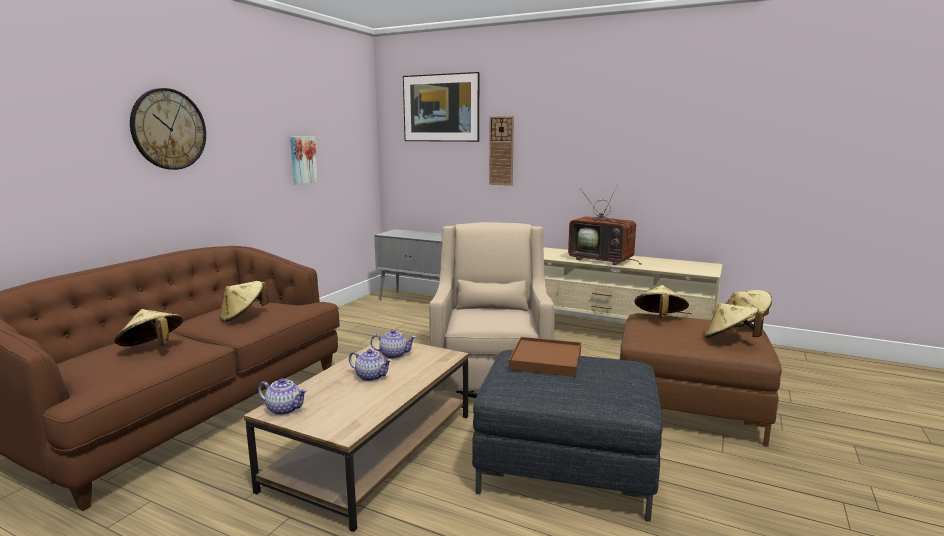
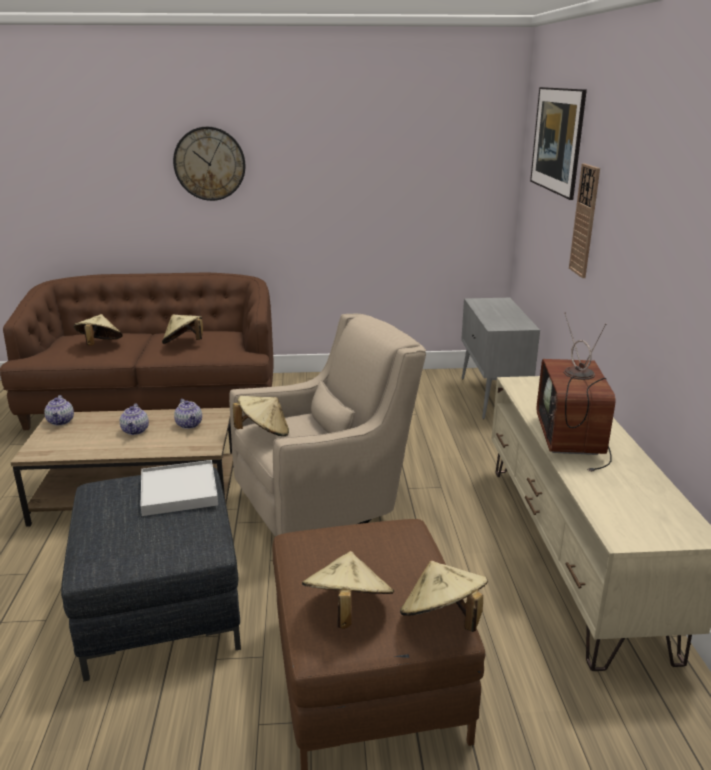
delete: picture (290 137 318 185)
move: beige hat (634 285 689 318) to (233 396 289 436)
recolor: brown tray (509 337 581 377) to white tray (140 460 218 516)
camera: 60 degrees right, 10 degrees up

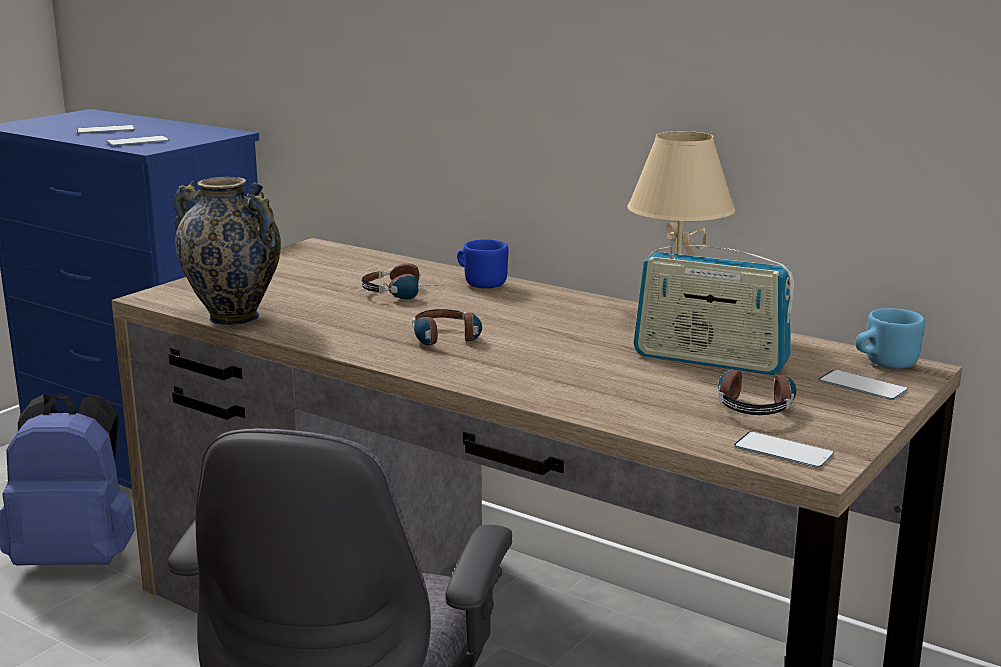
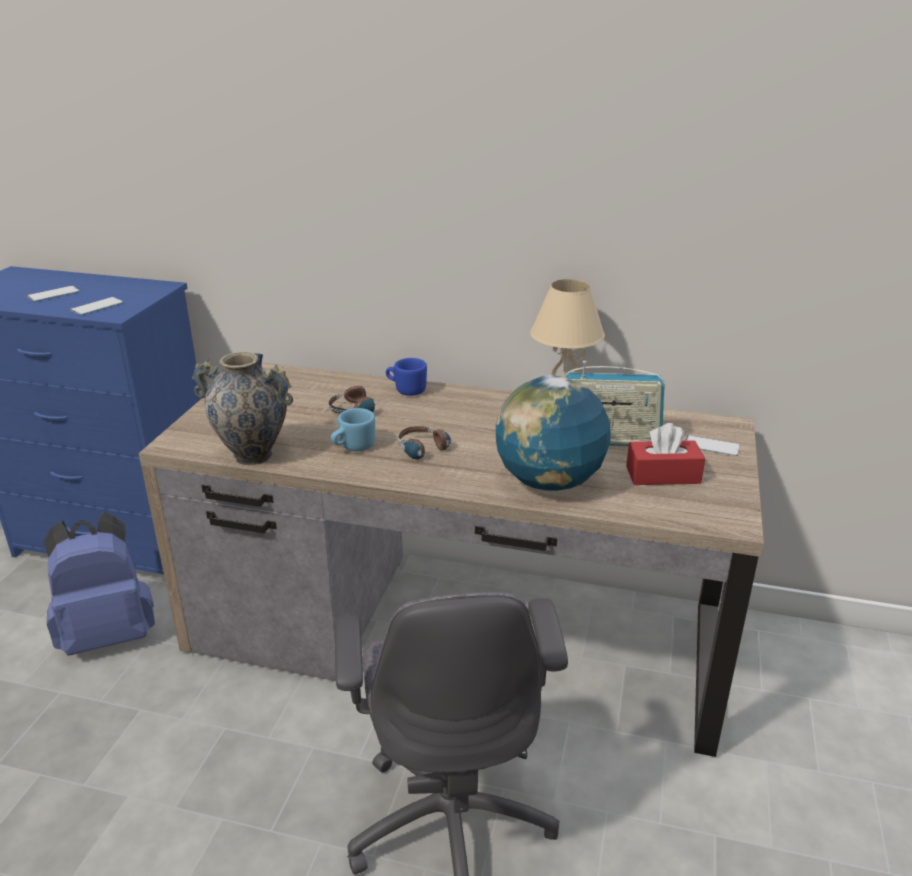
delete: phone (734 431 835 468)
insert: globe (495 375 611 491)
move: blue mug (855 308 925 369) to (331 408 375 451)
replace: headphones (718 369 796 415) to red tissue box (626 423 705 485)
camera: 20 degrees left, 10 degrees up

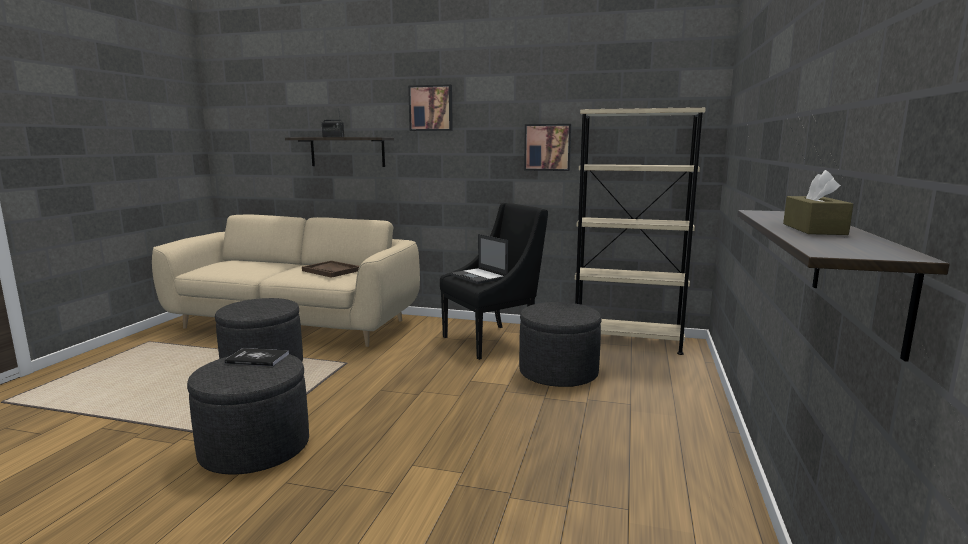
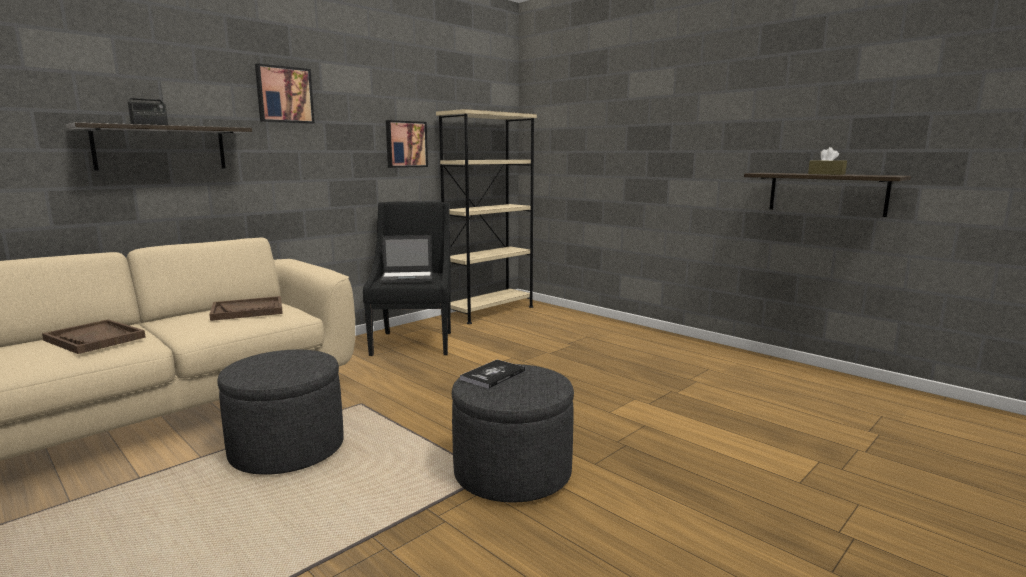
delete: grey ottoman (519 302 601 387)
insert: brown tray (42 319 146 354)
camera: 60 degrees left, 0 degrees up

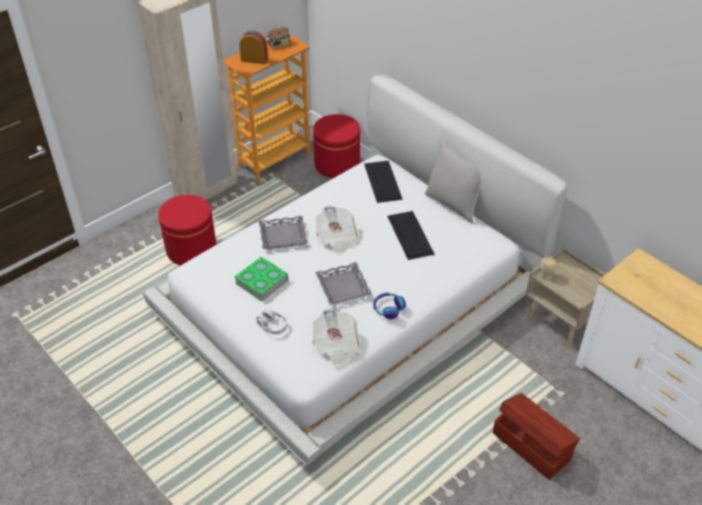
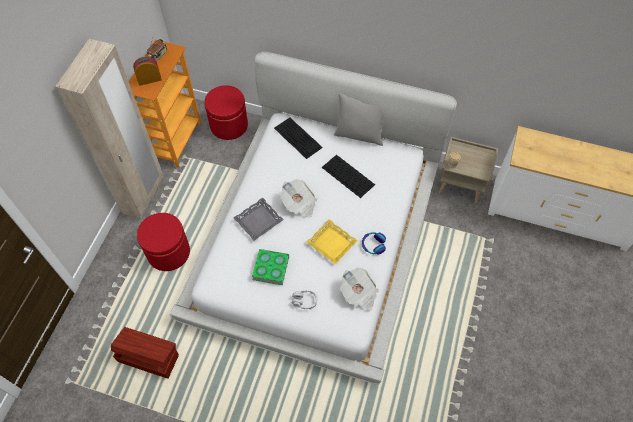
move: brown storage box (493 393 580 480) to (111 327 179 379)
recolor: grey tray (315 262 372 305) to yellow tray (307 219 358 265)
camera: 30 degrees left, 15 degrees up

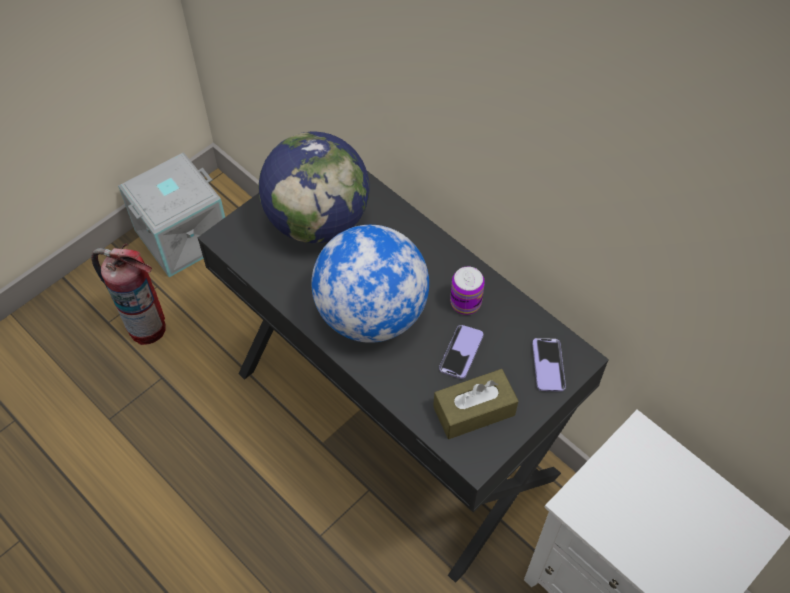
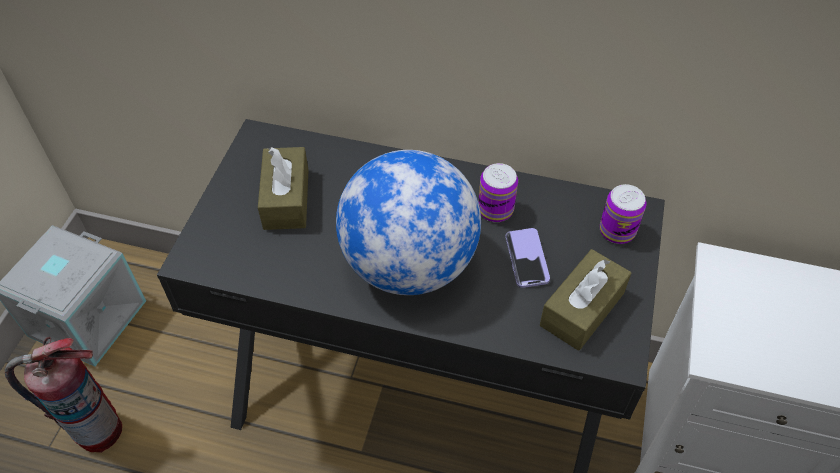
replace: globe (258 132 370 243) to brown tissue box (258 147 308 230); phone (532 338 566 392) to can (600 184 646 244)
camera: 30 degrees left, 5 degrees down

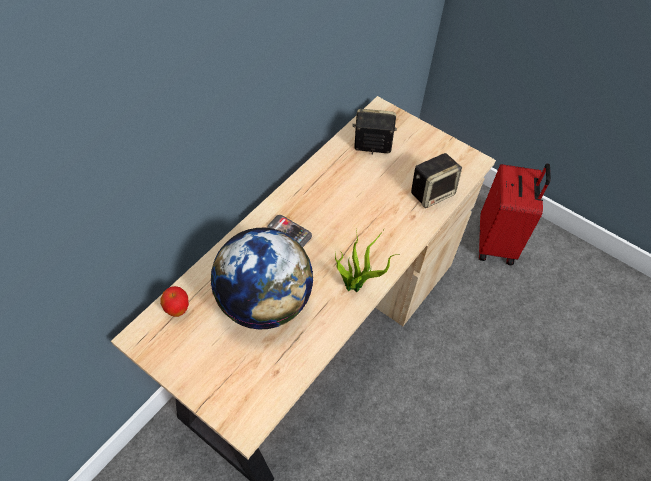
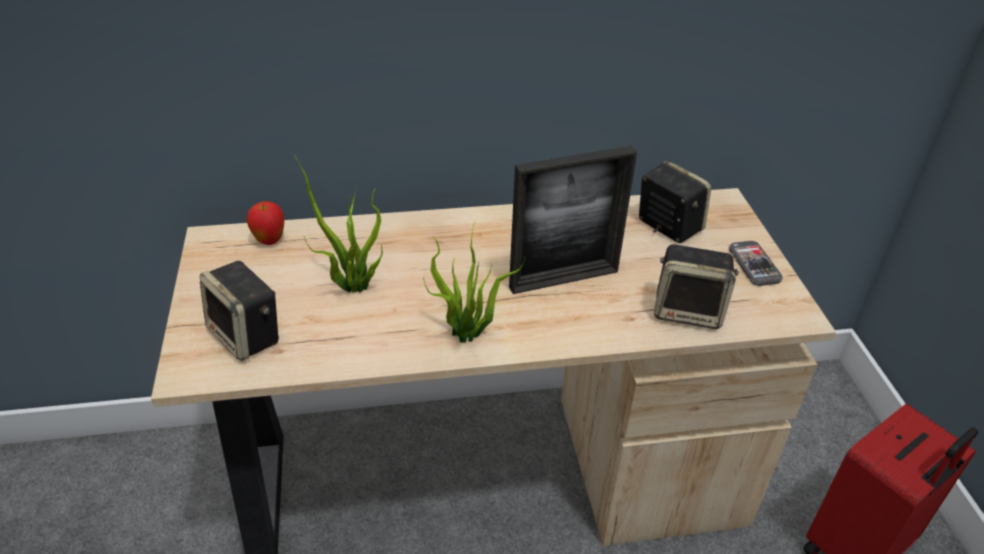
insert: speaker (200 261 279 361); picture frame (509 146 637 294)
move: phone (268 215 312 247) to (729 241 783 286)
replace: globe (211 228 314 329) to potted plant (294 154 383 293)
camera: 45 degrees right, 15 degrees down

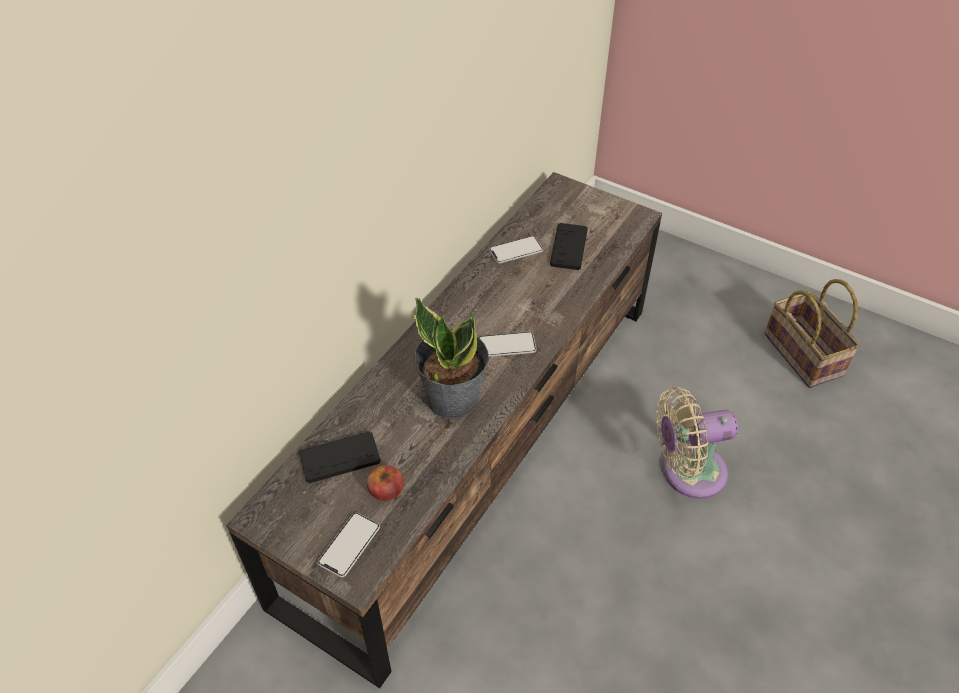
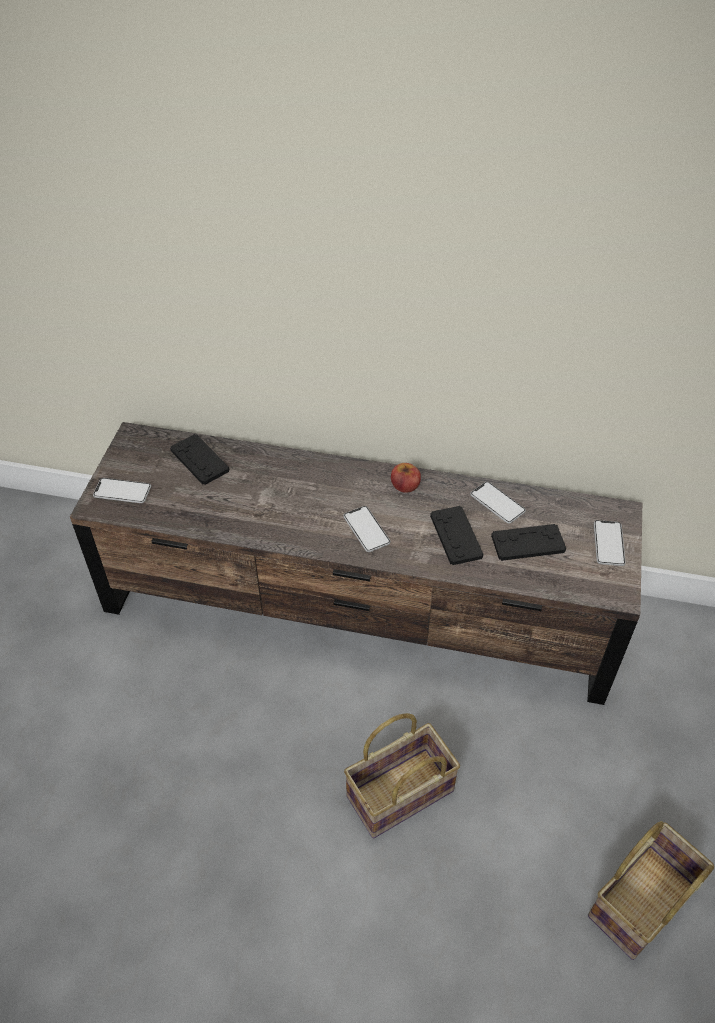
delete: potted plant (414 297 489 419)
insert: black game controller (430 506 483 565); phone (594 520 626 566)
move: apple (367 465 404 501) to (391 463 421 493)
replace: beige fan (656 387 738 499) to basket (344 713 460 838)
camera: 70 degrees right, 0 degrees up

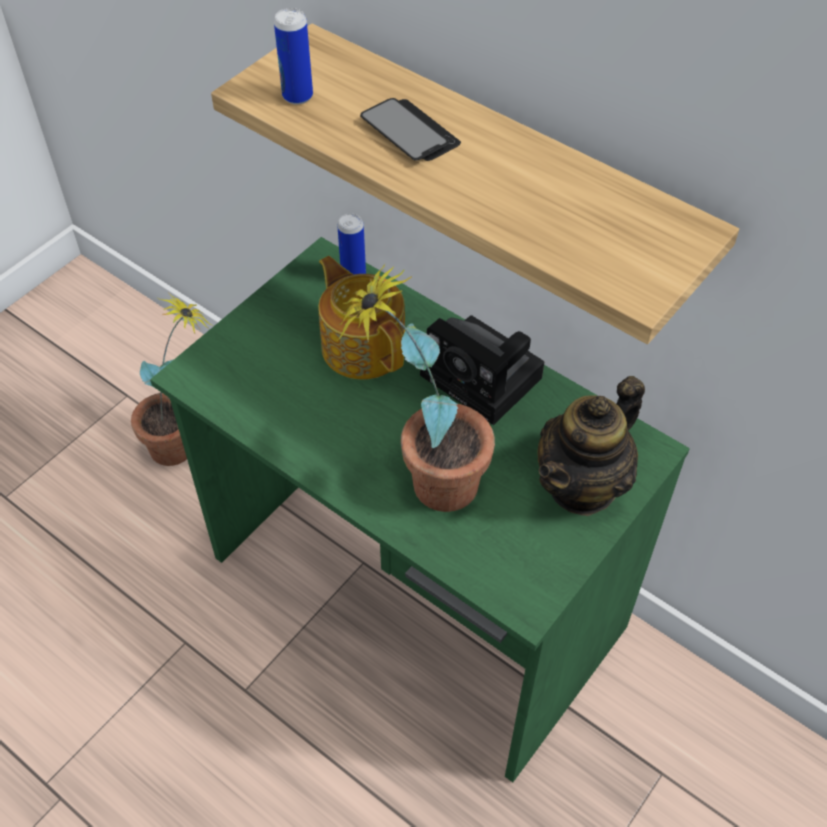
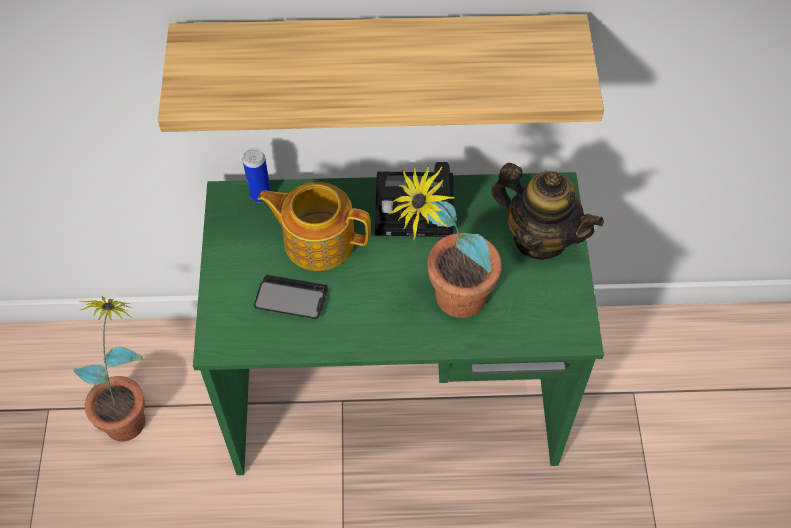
delete: can (274 8 313 105)
move: phone (360 98 461 161) to (254 275 328 319)
rotate: teapot (537 376 645 516) = (491 163 604 260) 60 degrees counterclockwise
camera: 40 degrees left, 5 degrees up

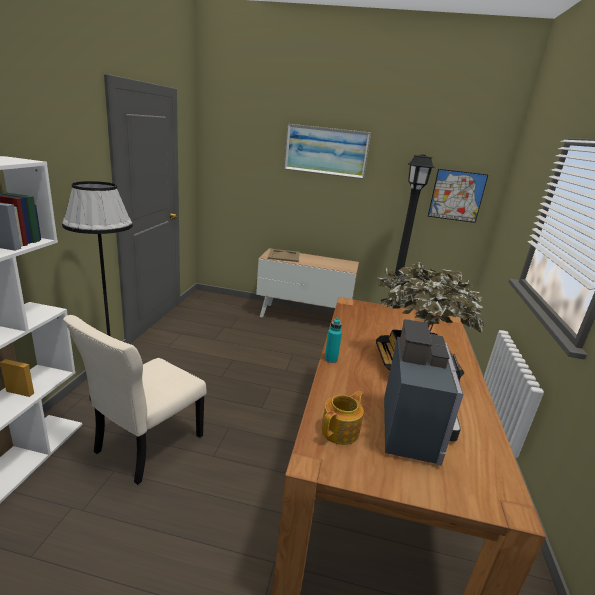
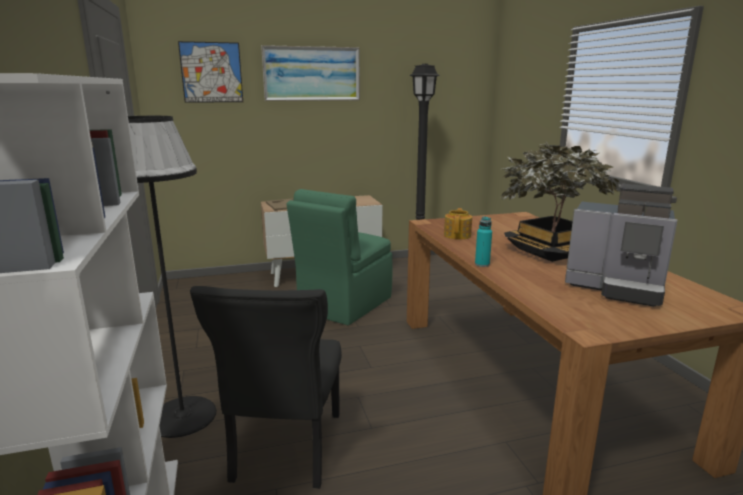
insert: green chair (287 189 392 325)
move: teapot (321 391 364 445) to (444 208 472 240); picture (428 169 488 223) to (178 41 243 103)
recolor: beige chair (63 315 206 485) to black chair (190 286 342 489)
rotate: coffee machine (384 319 464 466) = (565 184 677 307) 135 degrees clockwise
camera: 25 degrees left, 5 degrees down

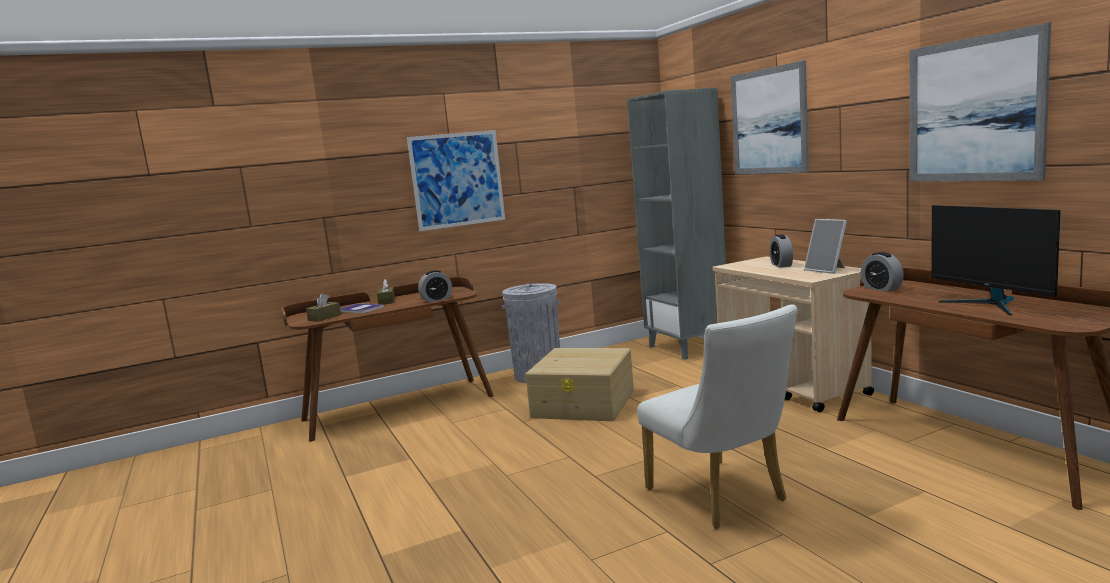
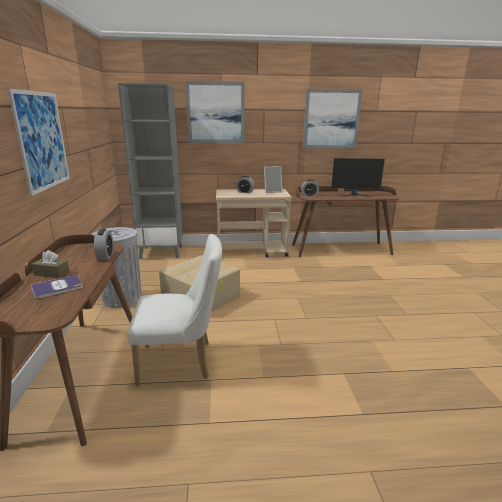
delete: brown tissue box (306 293 341 322)
move: white chair (637 305 797 529) to (127 234 222 386)
camera: 70 degrees left, 10 degrees up

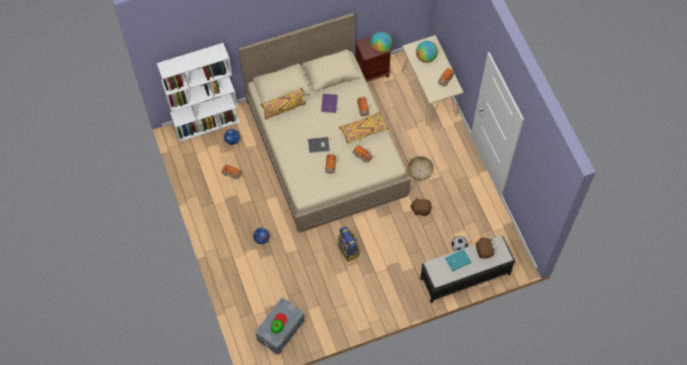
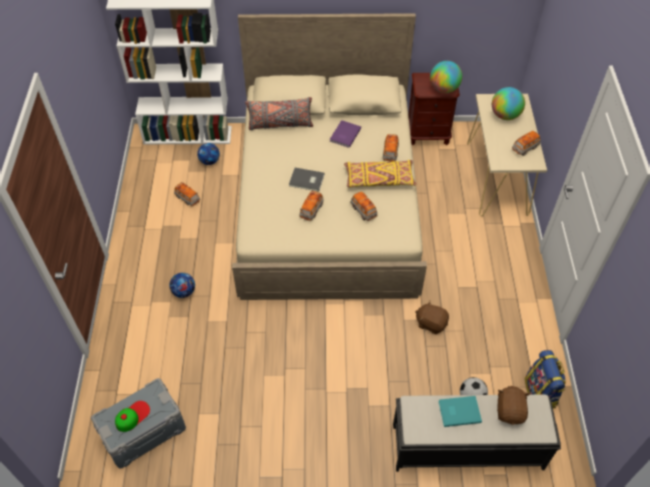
delete: basket (408 156 434 181)
move: backpack (338 227 360 262) to (525 350 566 409)
recolor: yellow pillow (260 88 306 119) to grey pillow (245 97 313 130)
camera: 20 degrees right, 10 degrees down

